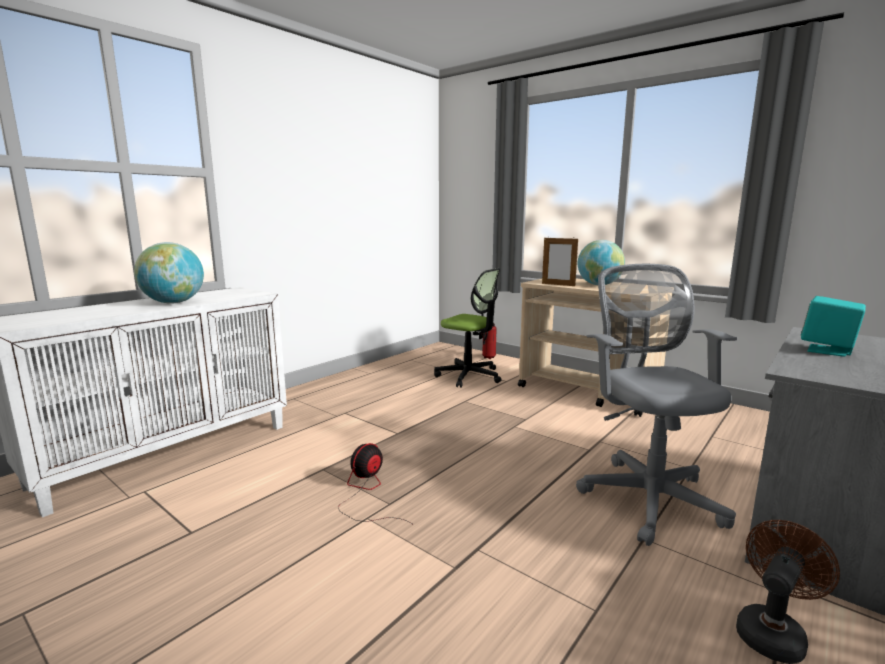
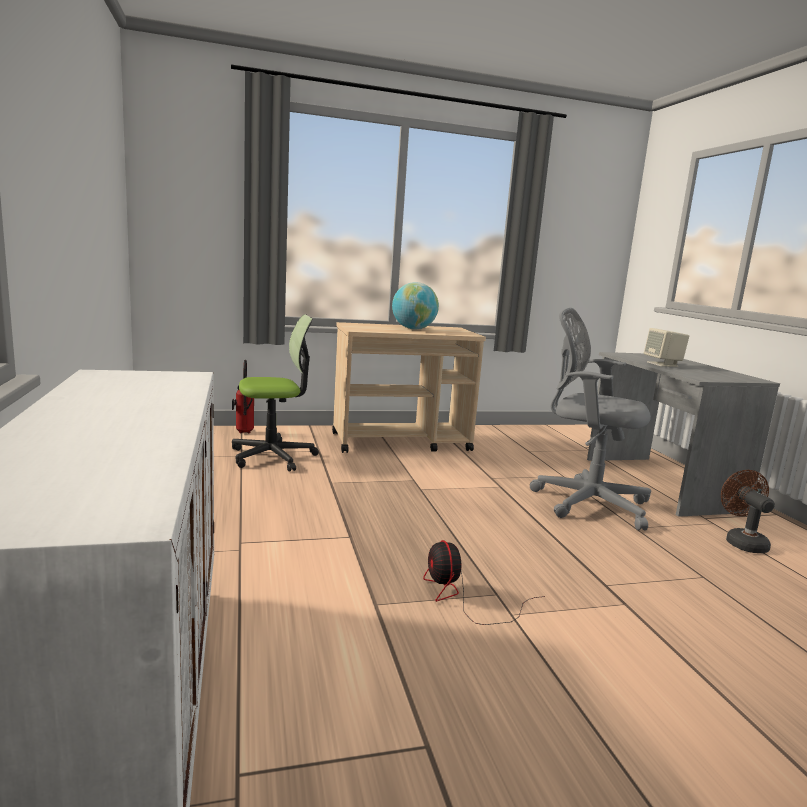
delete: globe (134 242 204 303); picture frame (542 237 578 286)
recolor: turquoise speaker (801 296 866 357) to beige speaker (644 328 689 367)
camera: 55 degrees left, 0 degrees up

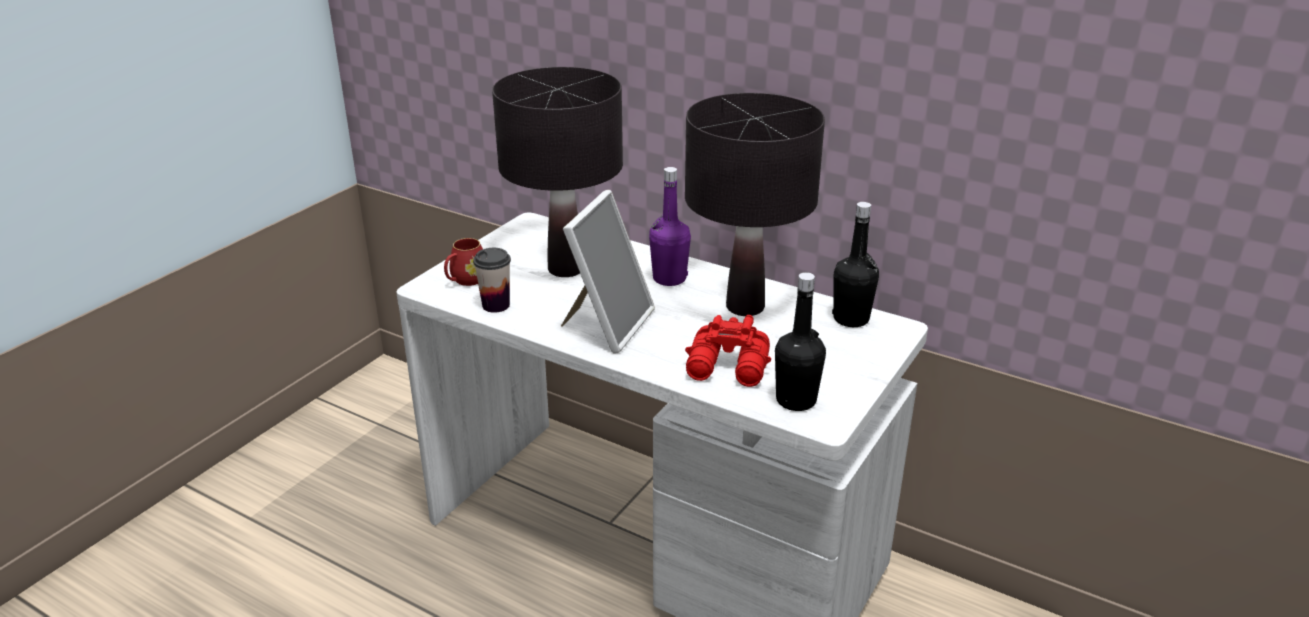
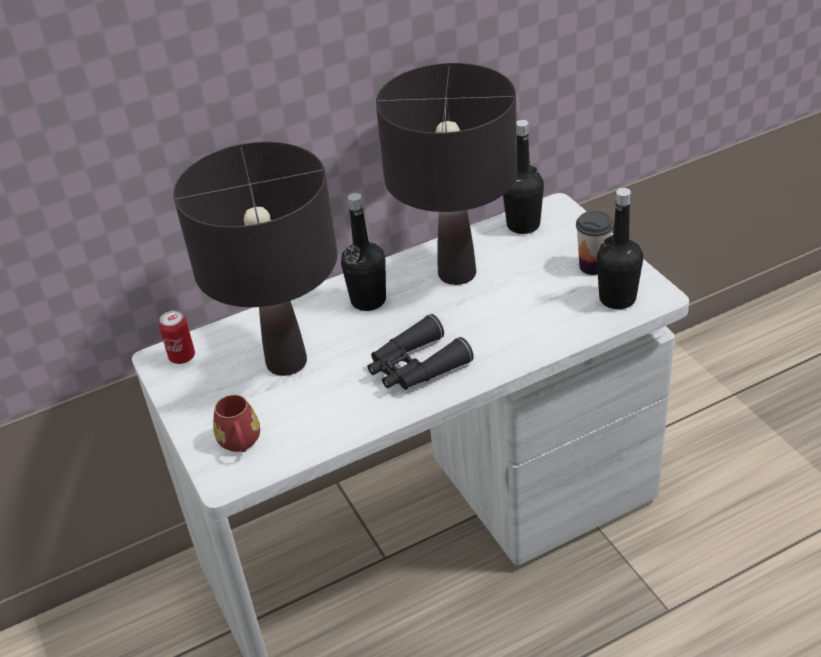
delete: red binoculars (685 315 771 387)
insert: can (159 310 195 364)
move: cup (473 248 511 313) to (576 210 614 275)
replace: picture frame (561 190 655 353) to black binoculars (368 314 474 390)
recolor: purple bottle (649 167 691 286) to black bottle (341 193 386 311)
camera: 55 degrees left, 10 degrees up

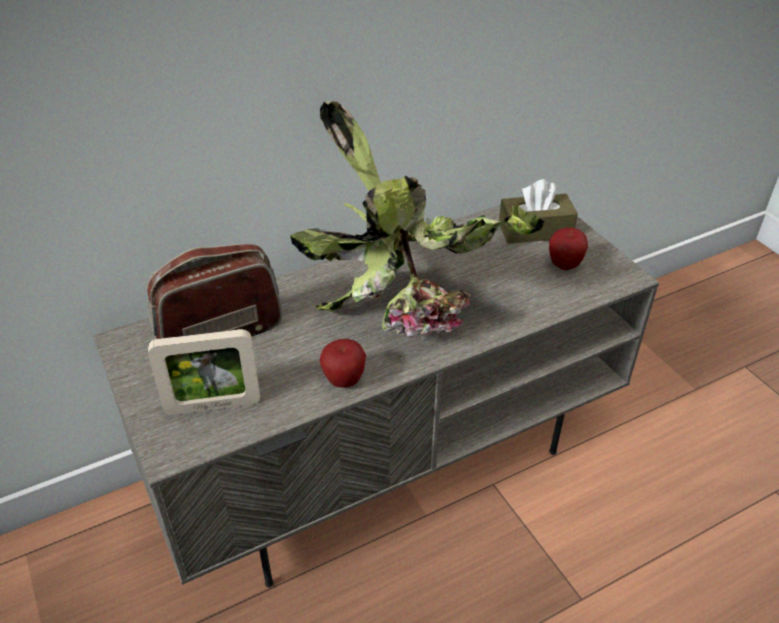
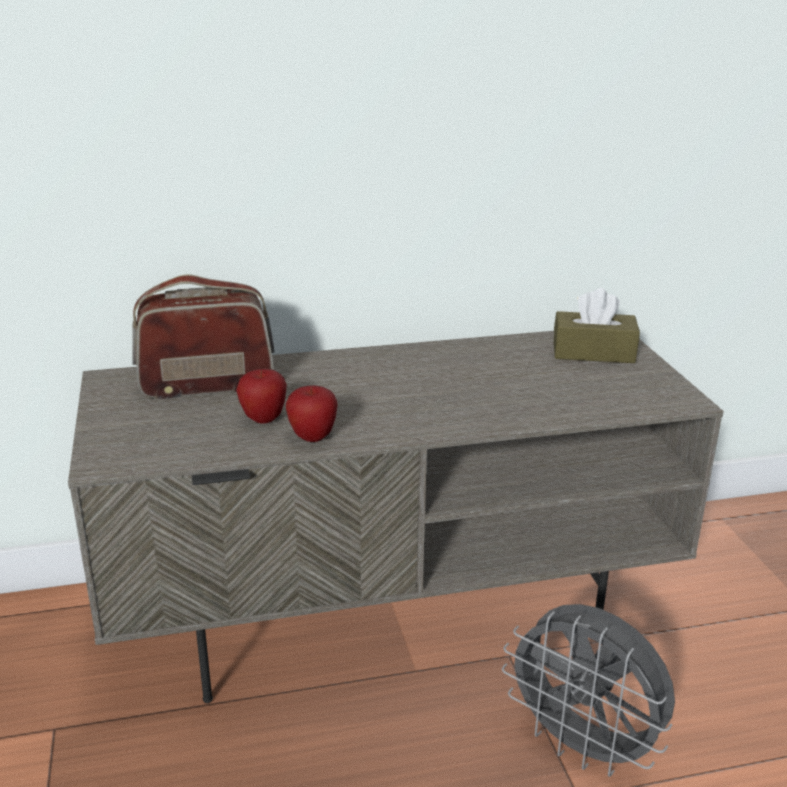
delete: picture frame (148 329 260 415); potted plant (290 101 544 338)
insert: grey fan (502 604 675 777)
move: apple (549 228 588 270) to (236 369 287 423)
camera: 15 degrees right, 15 degrees down

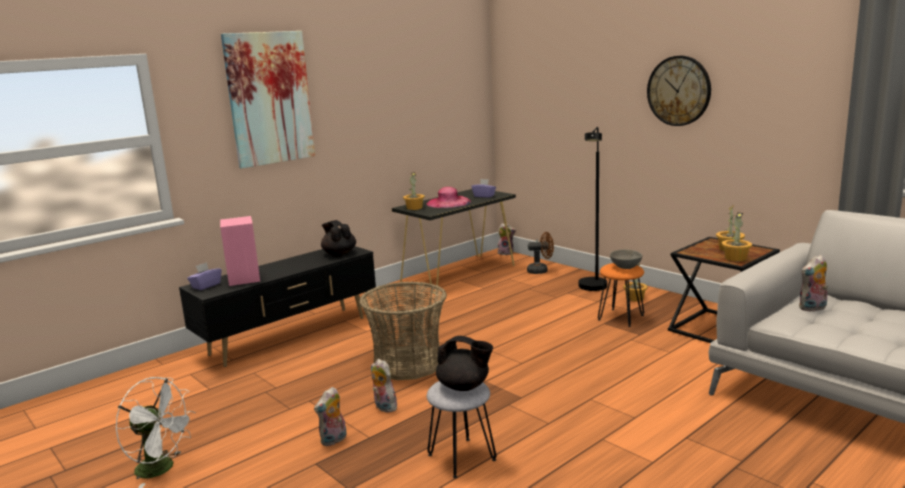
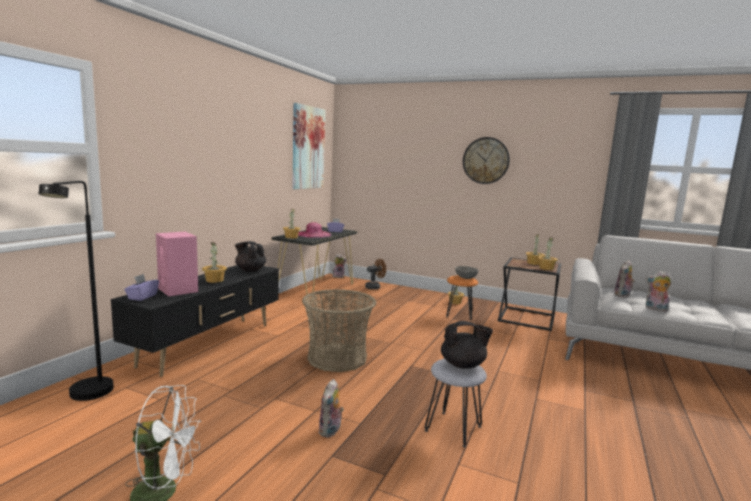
insert: potted plant (202 242 227 283)
move: picture (221 31 315 169) to (292 103 325 189); plush toy (371 359 397 413) to (646 271 672 312); black floor lamp (578 127 607 291) to (39 181 114 401)
camera: 25 degrees left, 5 degrees down

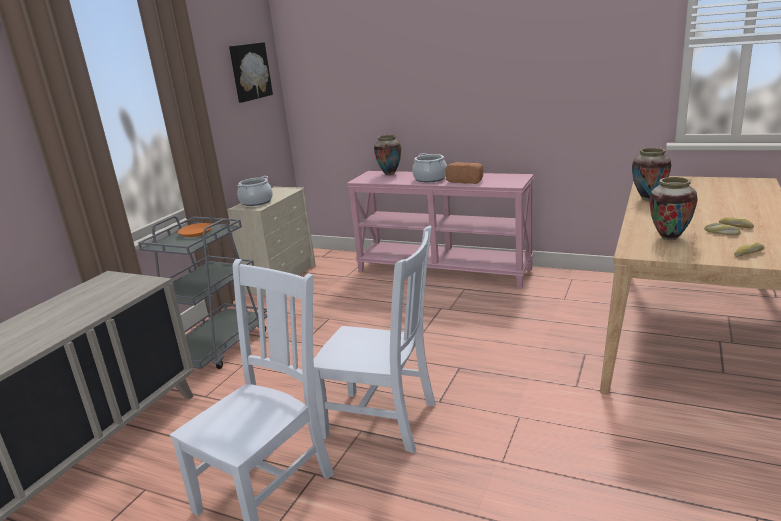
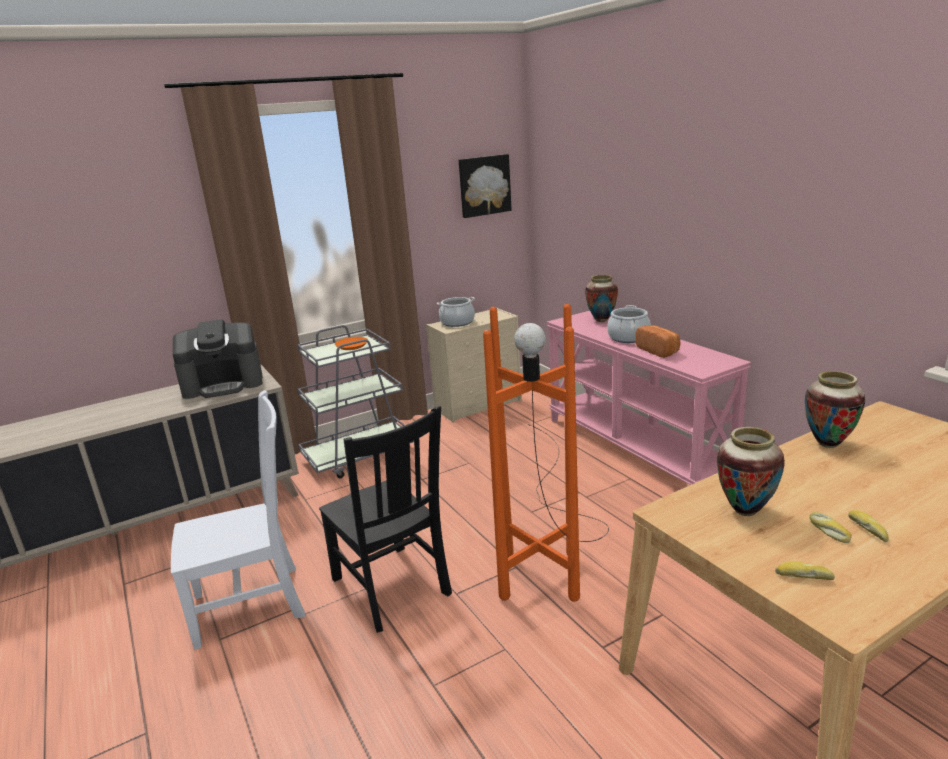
insert: coffee machine (173 319 263 399); orange floor lamp (483 304 609 602)
recolor: white chair (314 226 436 453) to black chair (319 406 452 633)
camera: 35 degrees right, 0 degrees up

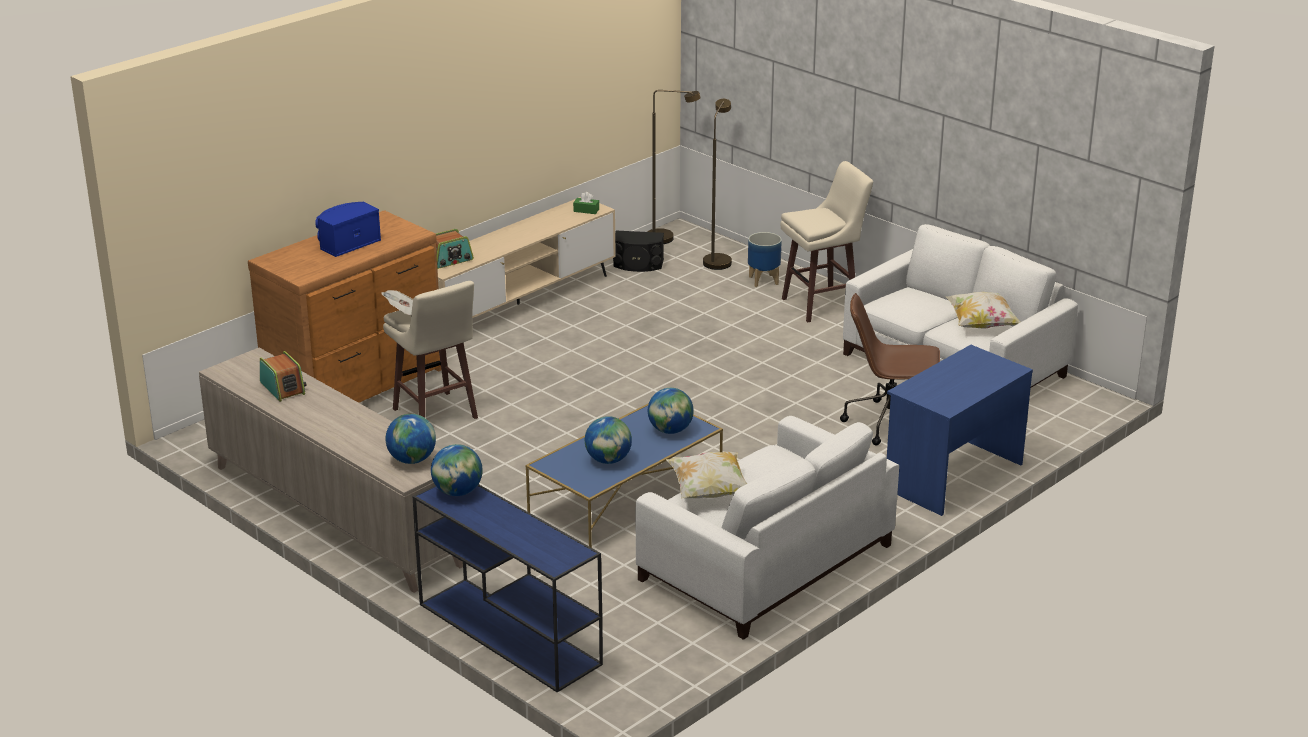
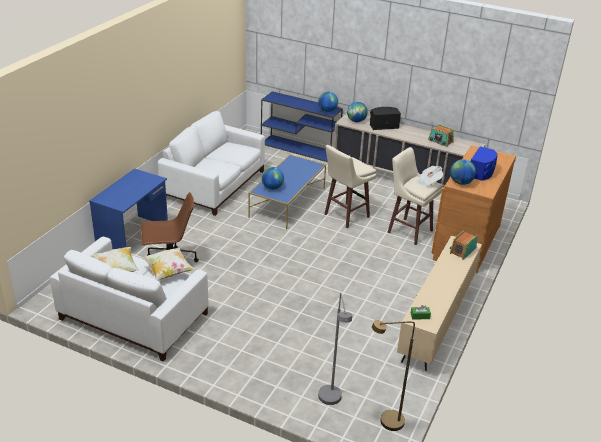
delete: planter (748 232 782 287)
move: globe (585 416 632 464) to (450 159 476 185); black speaker (613 231 664 272) to (370 107 401 130); pillow (666 452 747 499) to (142 248 194 280); beige stool (780 161 873 322) to (325 145 376 228)
recolor: brown floor lamp (703 99 732 270) to grey floor lamp (318 293 352 405)
camera: 160 degrees right, 5 degrees up

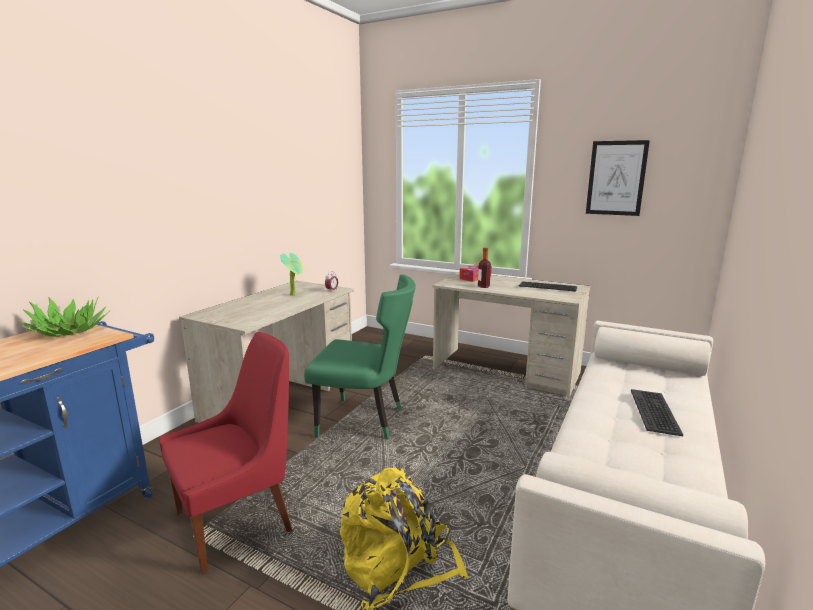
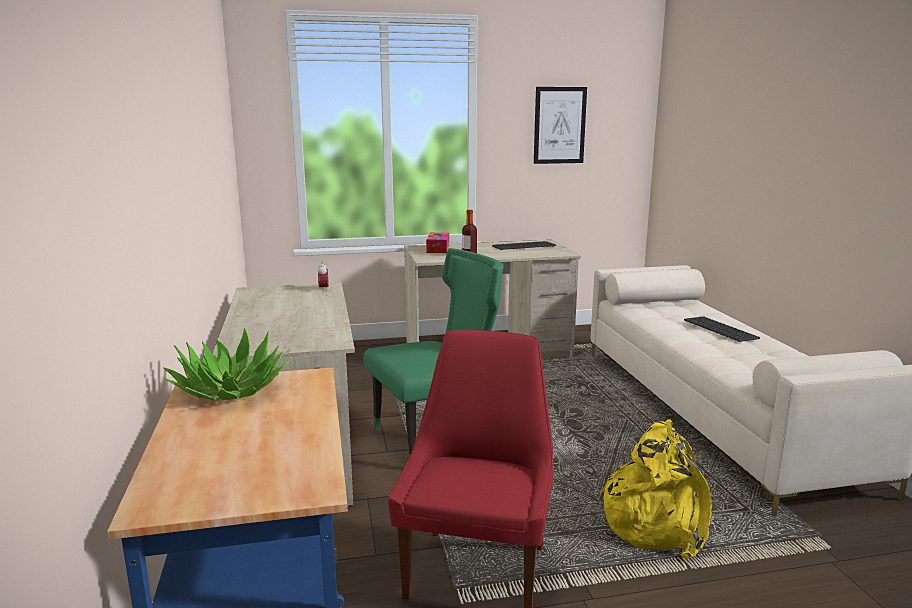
delete: potted plant (280 253 303 296)
camera: 40 degrees left, 0 degrees up

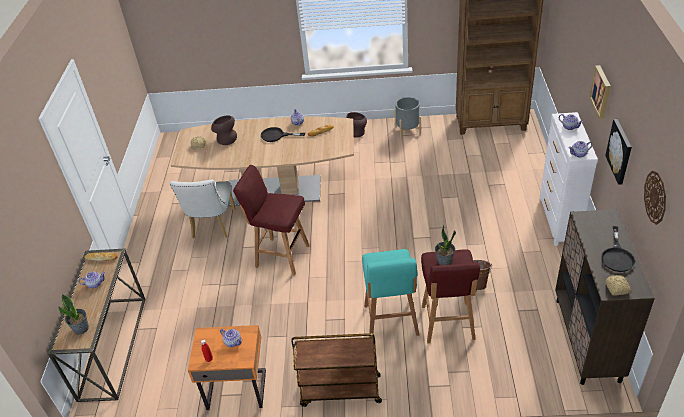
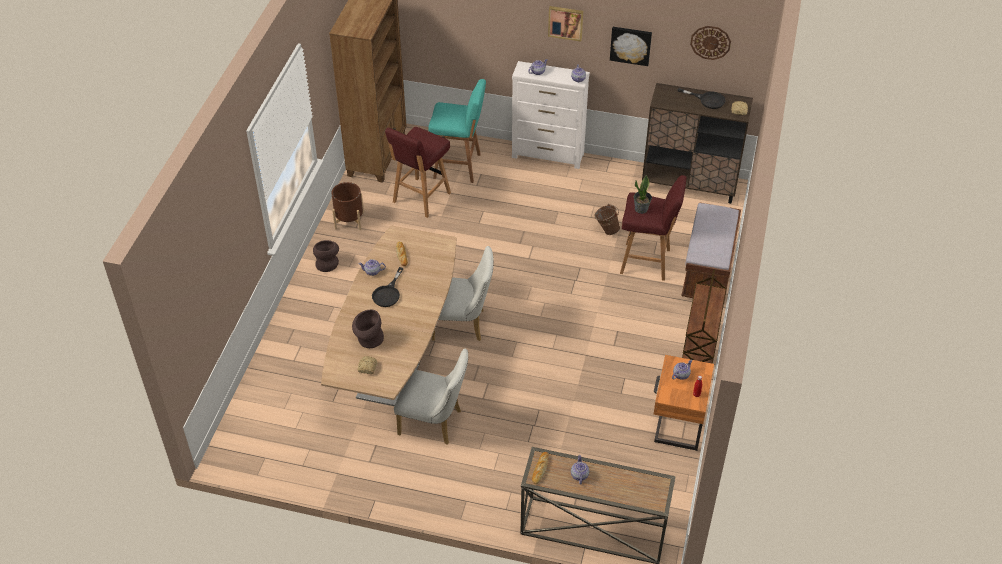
delete: potted plant (58 294 89 335)
insert: white chair (432 246 494 341); brown bench (681 202 741 302)
move: red stool (233 165 310 275) to (385 127 451 218); turquoise stool (362 249 419 337) to (429 79 486 183)
recolor: grey planter (394 97 421 138) to brown planter (332 182 364 230)
camera: 80 degrees left, 5 degrees up

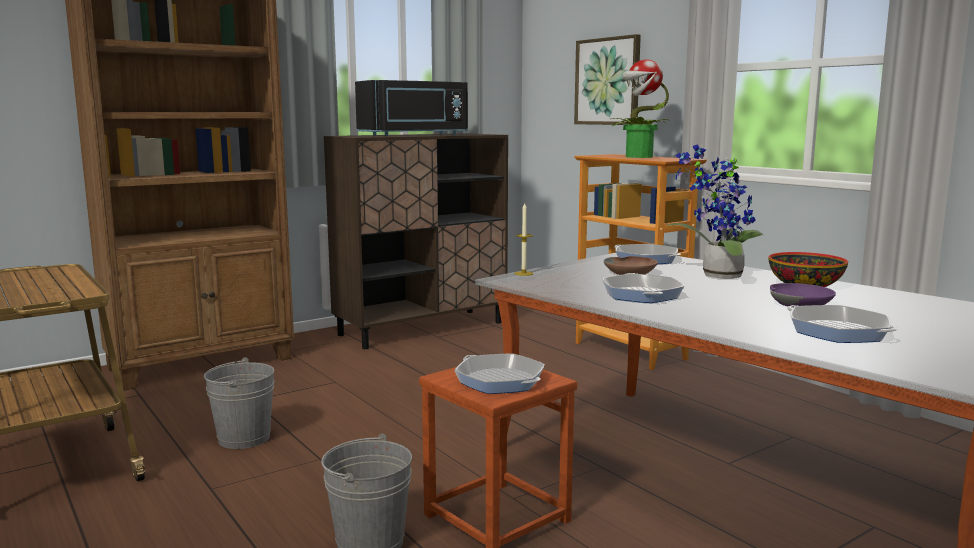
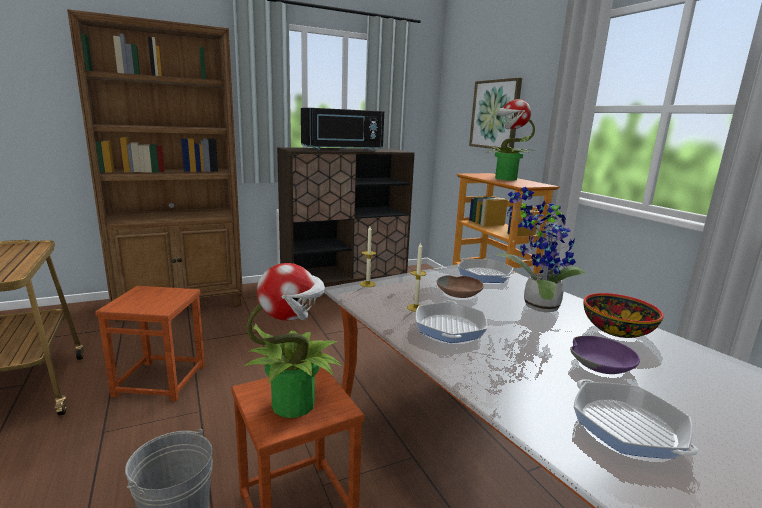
insert: candle (407 242 426 312)
replace: grey bucket (204 357 275 449) to brown stool (95 286 205 401); frying pan (455 353 545 394) to potted plant (245 263 342 418)
camera: 10 degrees right, 5 degrees up

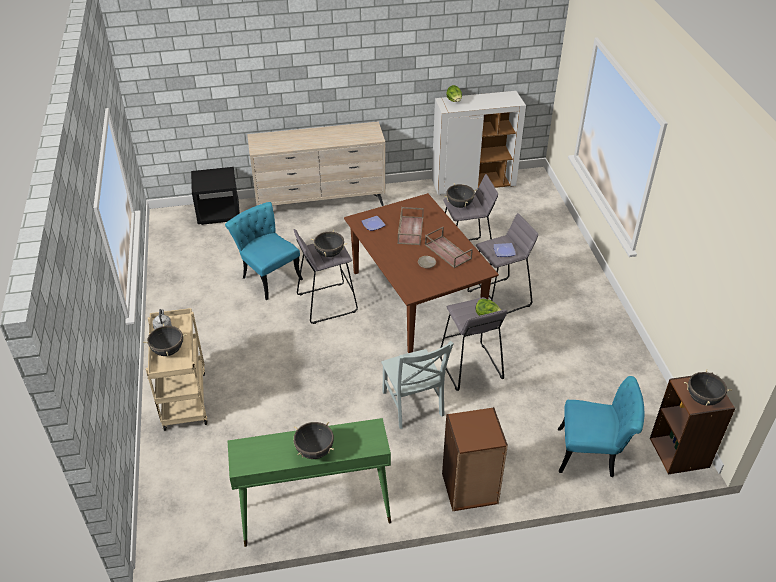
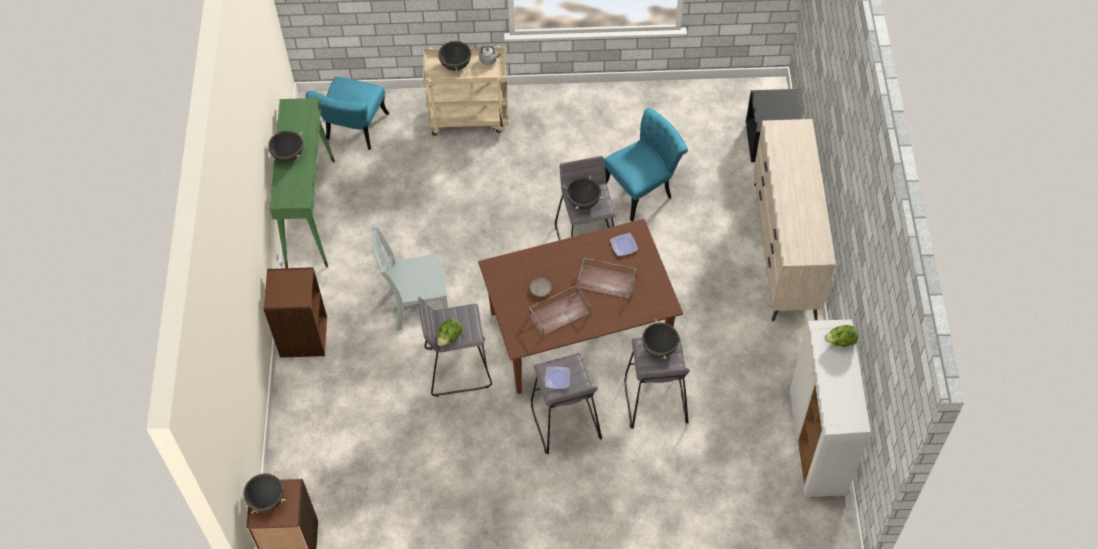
move: turquoise chair (558 376 645 477) to (305 77 389 150)
camera: 100 degrees right, 15 degrees up

